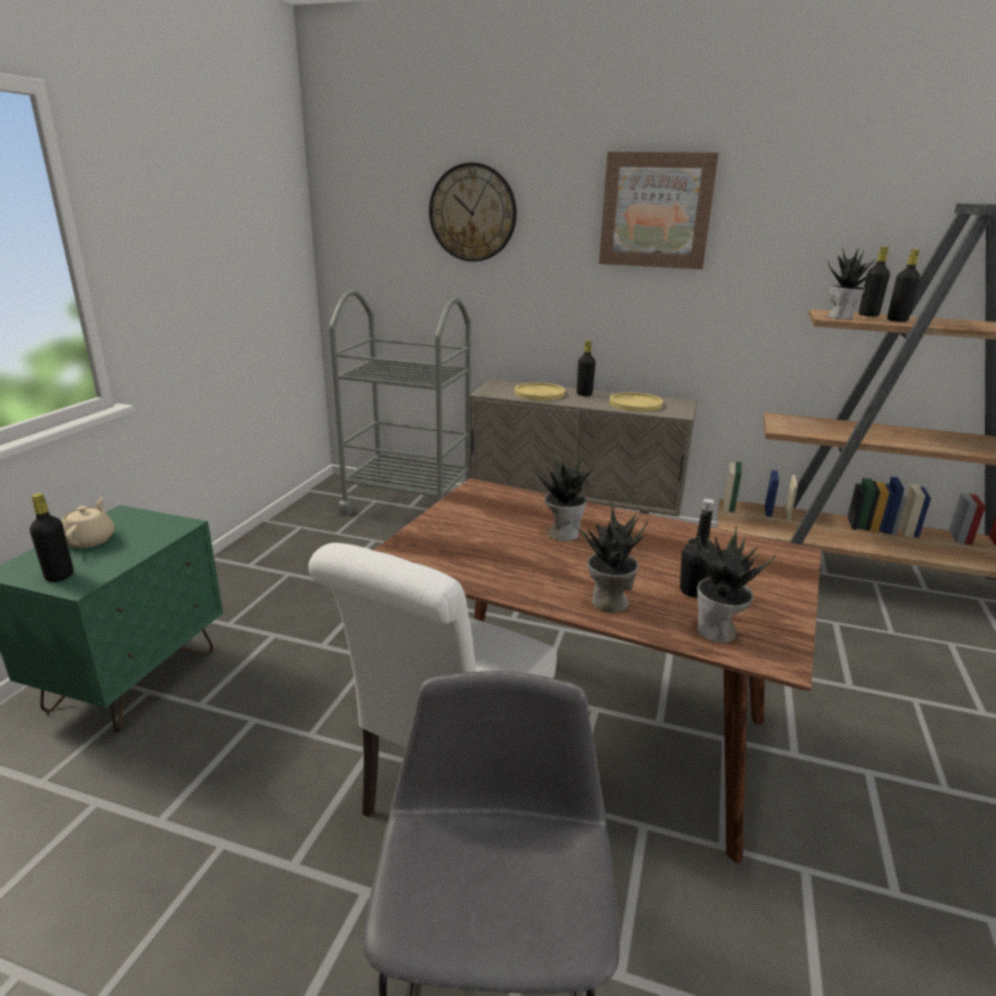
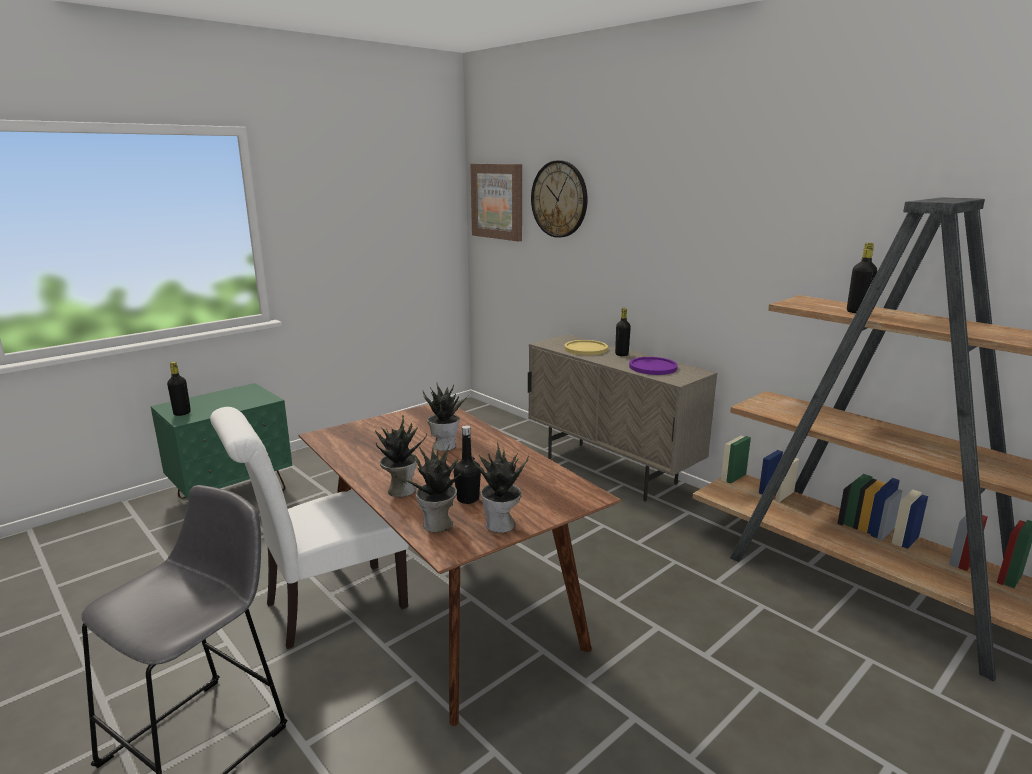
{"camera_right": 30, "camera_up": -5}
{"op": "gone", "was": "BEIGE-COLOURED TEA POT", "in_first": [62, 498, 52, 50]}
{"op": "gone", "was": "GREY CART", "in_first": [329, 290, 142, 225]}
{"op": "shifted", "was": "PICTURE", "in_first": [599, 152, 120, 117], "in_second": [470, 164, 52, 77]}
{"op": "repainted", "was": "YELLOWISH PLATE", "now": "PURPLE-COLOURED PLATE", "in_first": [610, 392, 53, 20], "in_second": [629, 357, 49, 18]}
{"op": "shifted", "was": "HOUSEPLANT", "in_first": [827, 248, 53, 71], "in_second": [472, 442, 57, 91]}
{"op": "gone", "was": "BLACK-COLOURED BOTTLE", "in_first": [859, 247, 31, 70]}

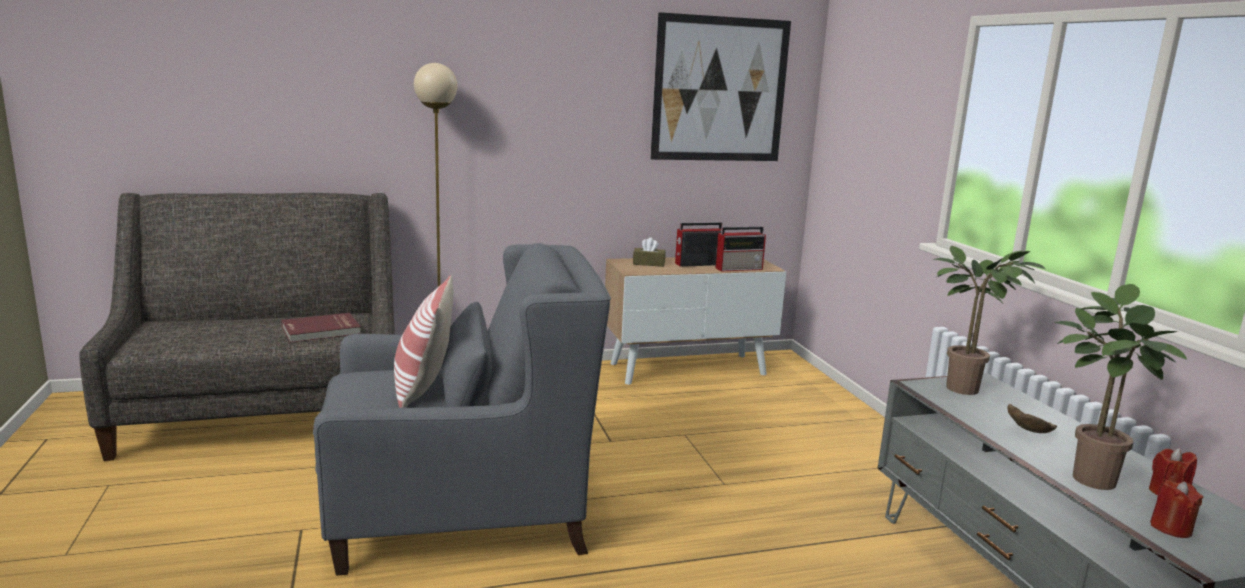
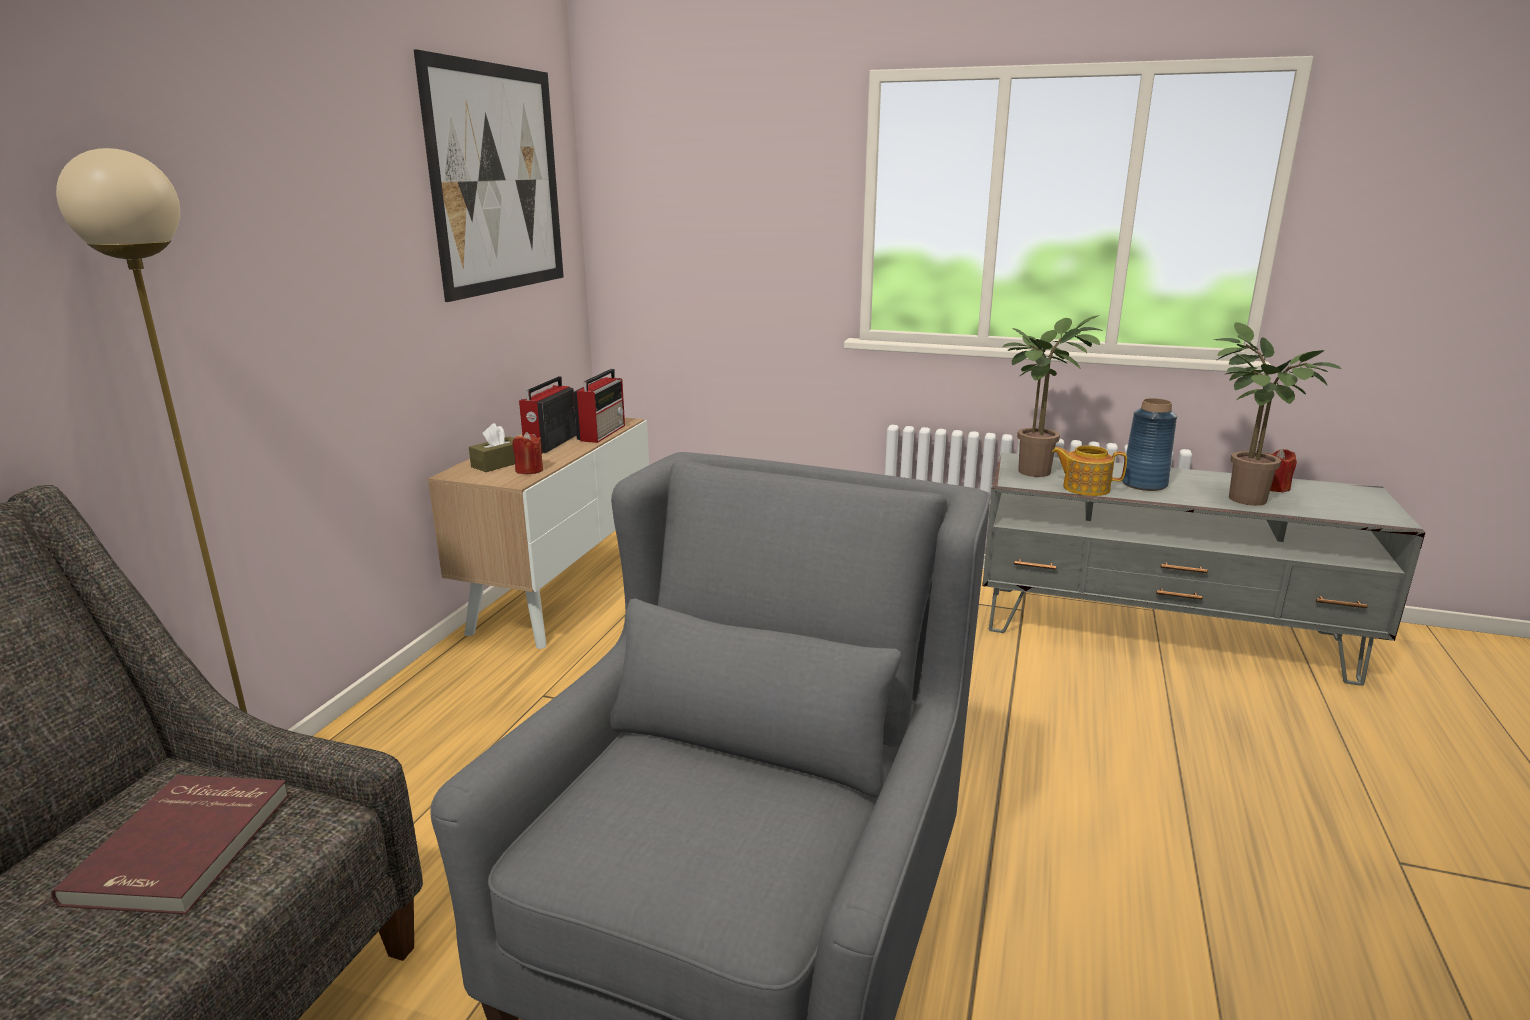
{"camera_right": -55, "camera_up": 5}
{"op": "gone", "was": "THROW PILLOW", "in_first": [394, 275, 59, 133]}
{"op": "swapped", "was": "BROWNISH DEEP DISH", "now": "BLUE-COLOURED FLOWER VASE", "in_first": [1007, 404, 50, 29], "in_second": [1122, 398, 55, 93]}
{"op": "shifted", "was": "RED CANDLE", "in_first": [1150, 480, 54, 58], "in_second": [512, 432, 31, 42]}
{"op": "new", "now": "TEA POT", "in_second": [1052, 445, 75, 51]}

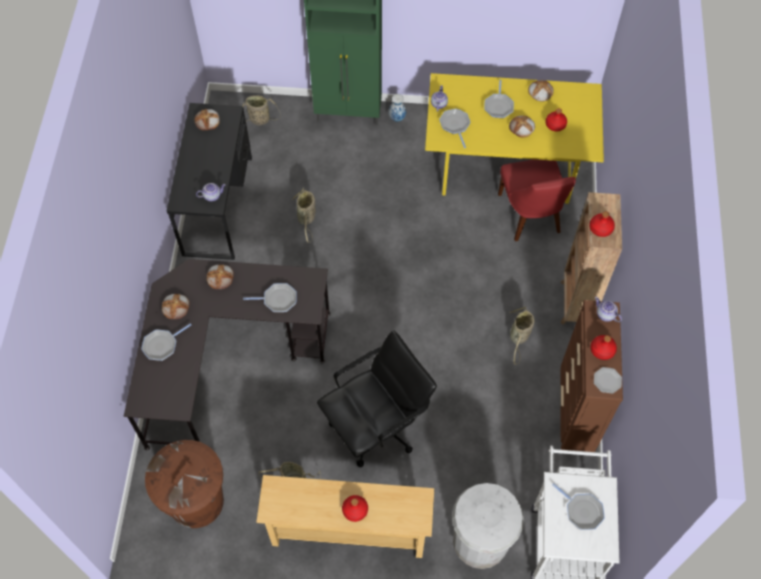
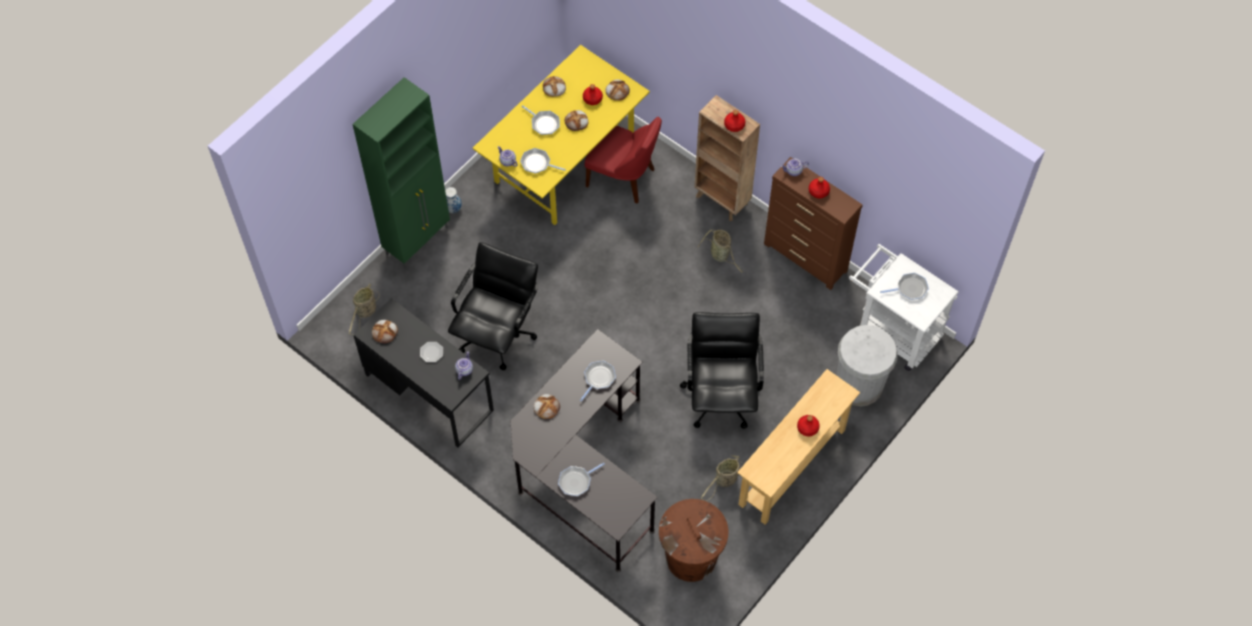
{"camera_right": -55, "camera_up": 0}
{"op": "rotated", "was": "FRYING PAN", "in_first": [141, 323, 50, 38], "in_second": [558, 463, 47, 33], "clockwise": 60}
{"op": "shifted", "was": "BAKED BREAD", "in_first": [162, 294, 28, 25], "in_second": [605, 79, 25, 22]}
{"op": "swapped", "was": "BASKET", "now": "BLACK-COLOURED DESK CHAIR", "in_first": [292, 188, 23, 55], "in_second": [448, 242, 90, 128]}
{"op": "shifted", "was": "PLATE", "in_first": [594, 367, 28, 27], "in_second": [420, 342, 23, 20]}

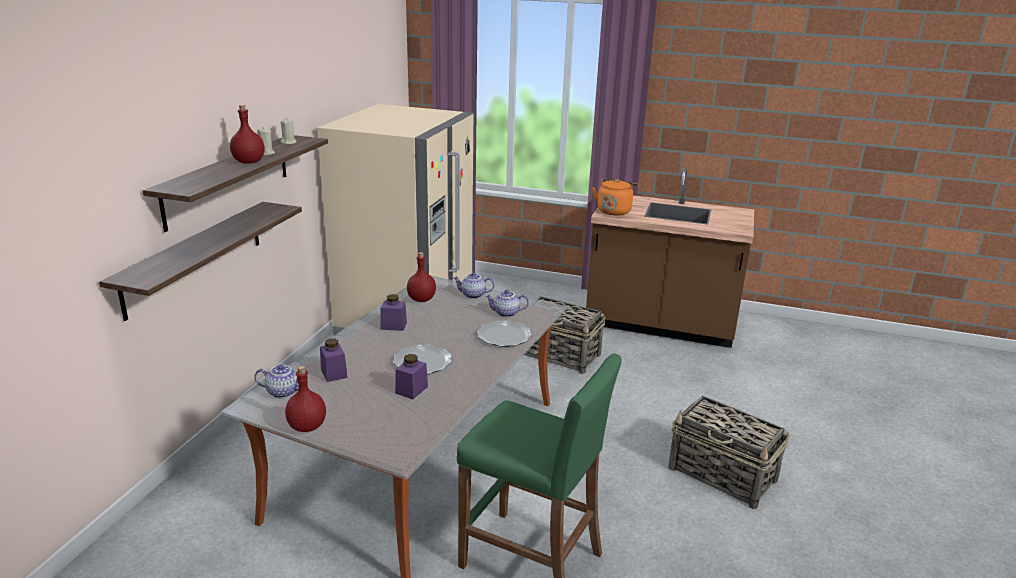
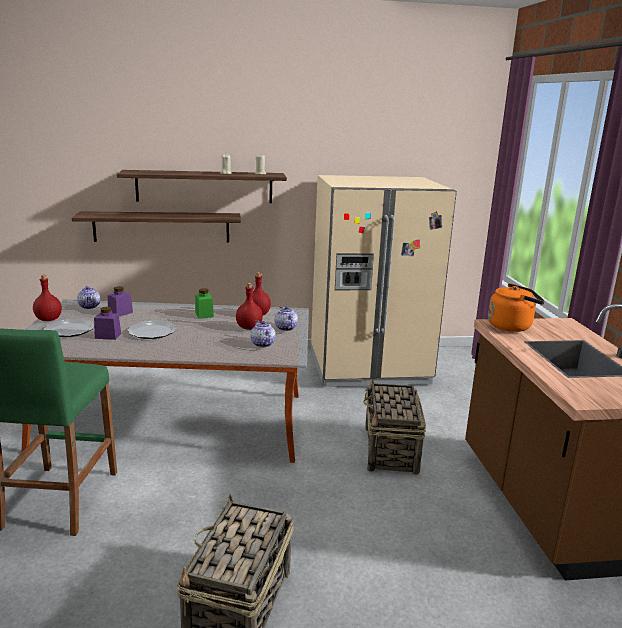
{"camera_right": 65, "camera_up": -5}
{"op": "shifted", "was": "RED BOTTLE", "in_first": [230, 105, 35, 59], "in_second": [236, 283, 27, 47]}
{"op": "repainted", "was": "PURPLE-COLOURED STORAGE JAR", "now": "GREEN STORAGE JAR", "in_first": [381, 294, 26, 37], "in_second": [195, 288, 19, 31]}
{"op": "shifted", "was": "PLATE", "in_first": [477, 320, 55, 27], "in_second": [44, 319, 50, 18]}

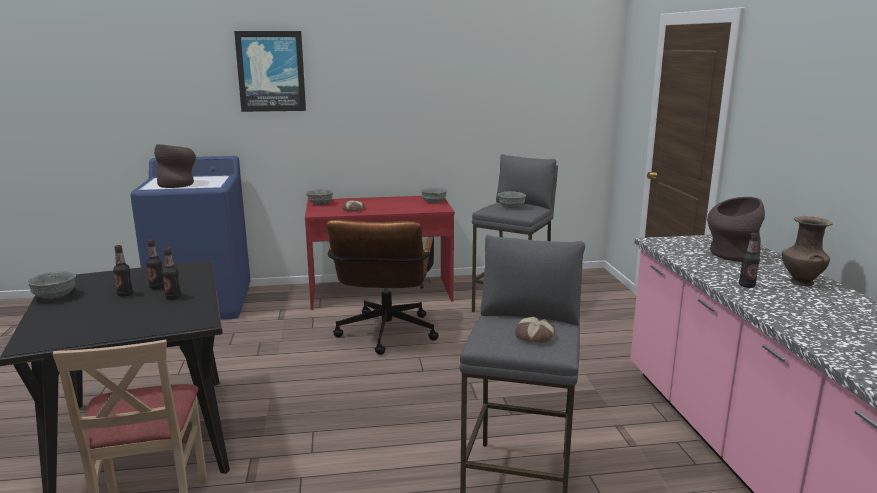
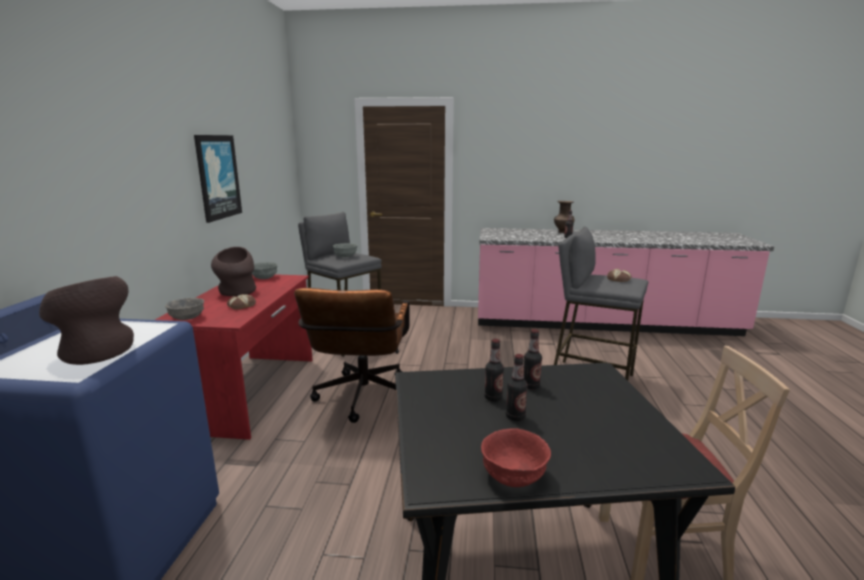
{"camera_right": -75, "camera_up": 0}
{"op": "repainted", "was": "GREY DEEP DISH", "now": "RED DEEP DISH", "in_first": [27, 271, 49, 28], "in_second": [481, 428, 70, 59]}
{"op": "shifted", "was": "PICTURE", "in_first": [234, 31, 72, 81], "in_second": [194, 135, 48, 88]}
{"op": "rotated", "was": "BROWNISH DESK CHAIR", "in_first": [327, 219, 112, 136], "in_second": [294, 288, 115, 135], "clockwise": 75}
{"op": "shifted", "was": "BROWNISH FLOWER VASE", "in_first": [707, 197, 58, 65], "in_second": [211, 247, 45, 49]}

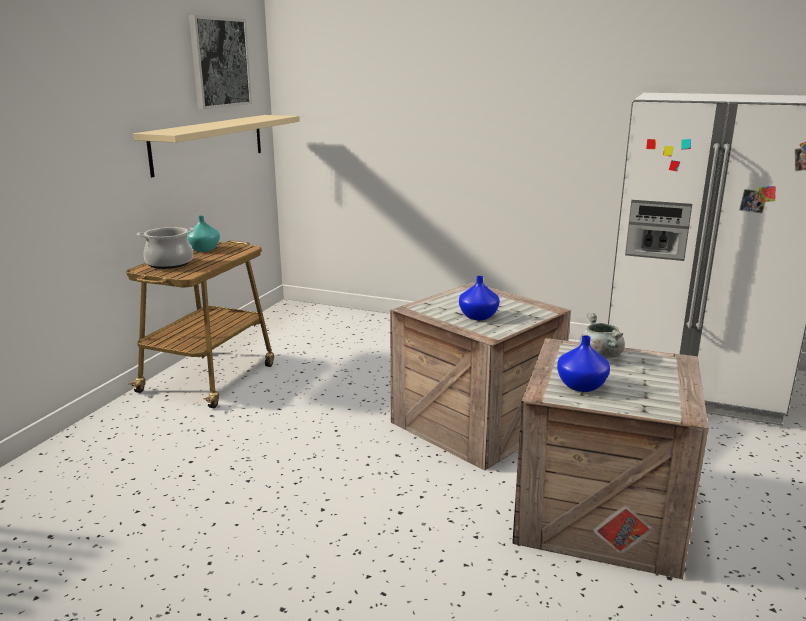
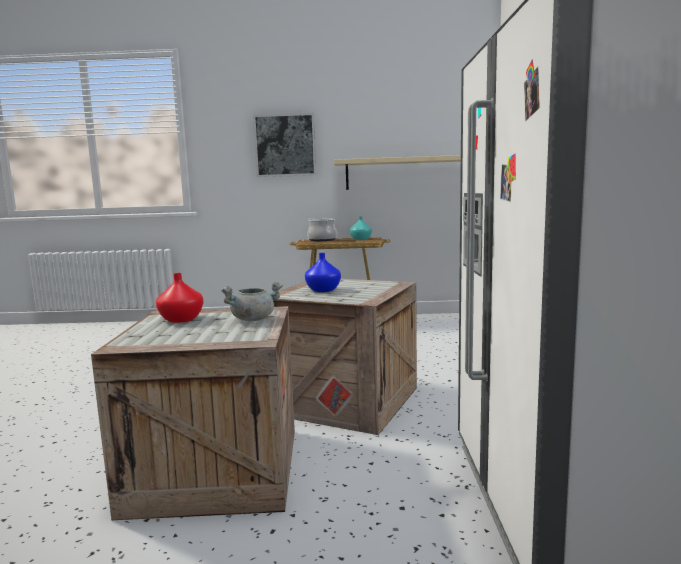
{"camera_right": 70, "camera_up": -10}
{"op": "shifted", "was": "PICTURE", "in_first": [189, 15, 63, 95], "in_second": [253, 113, 64, 64]}
{"op": "repainted", "was": "BLUE-COLOURED FLOWER VASE", "now": "RED FLOWER VASE", "in_first": [557, 335, 53, 57], "in_second": [156, 273, 47, 50]}

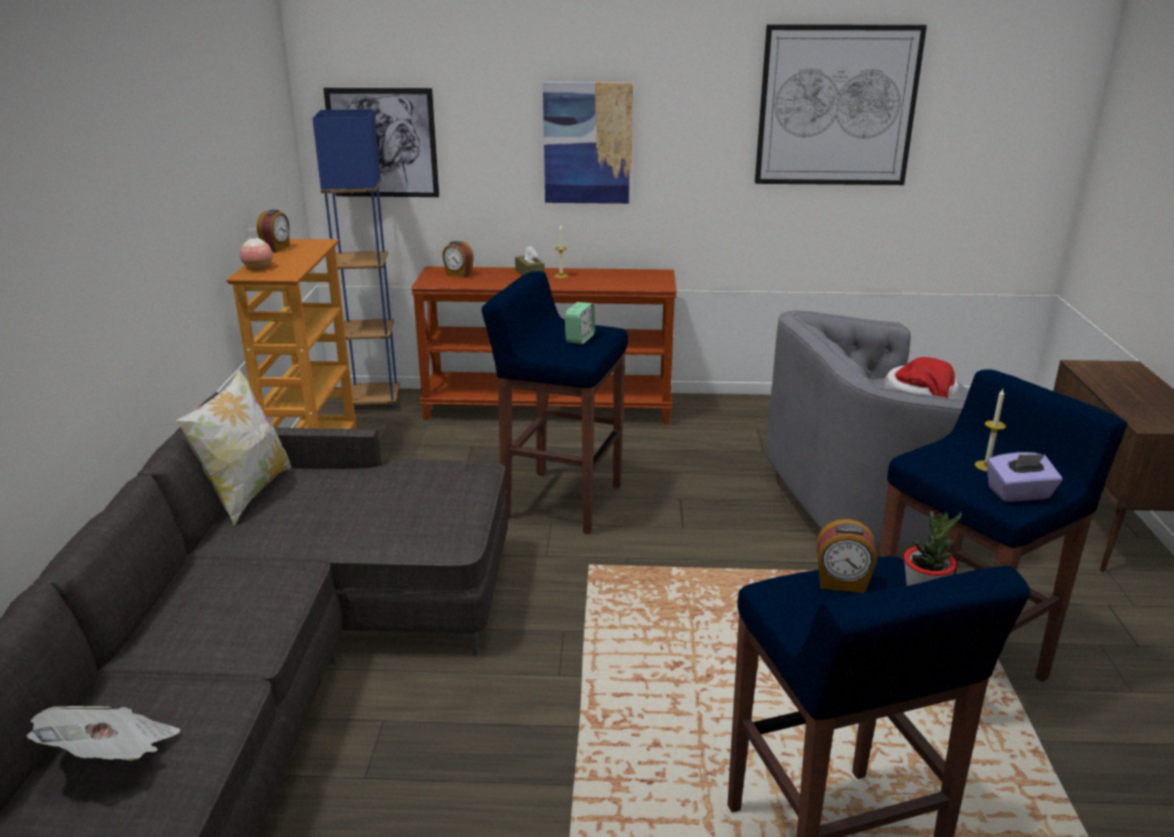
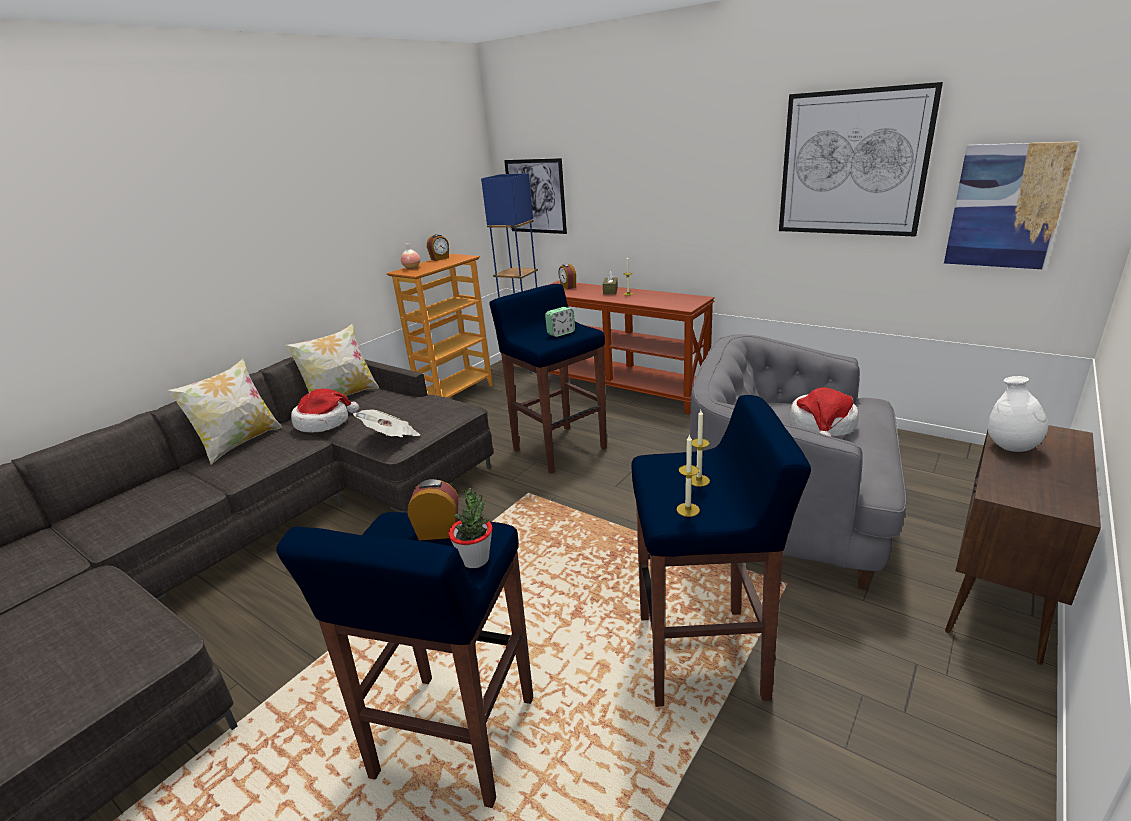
{"camera_right": 35, "camera_up": 0}
{"op": "shifted", "was": "NEWSPAPER", "in_first": [26, 706, 154, 55], "in_second": [353, 410, 67, 27]}
{"op": "shifted", "was": "PICTURE", "in_first": [543, 82, 90, 122], "in_second": [944, 141, 135, 129]}
{"op": "rotated", "was": "ALARM CLOCK", "in_first": [817, 519, 60, 74], "in_second": [408, 479, 51, 62], "clockwise": 135}
{"op": "swapped", "was": "PURPLE-COLOURED TISSUE HOLDER", "now": "CANDLE", "in_first": [987, 452, 75, 50], "in_second": [677, 434, 23, 83]}
{"op": "new", "now": "THROW PILLOW", "in_second": [167, 358, 115, 107]}
{"op": "new", "now": "HAT", "in_second": [291, 389, 68, 44]}
{"op": "new", "now": "WHITISH FLOWER VASE", "in_second": [988, 376, 60, 76]}

